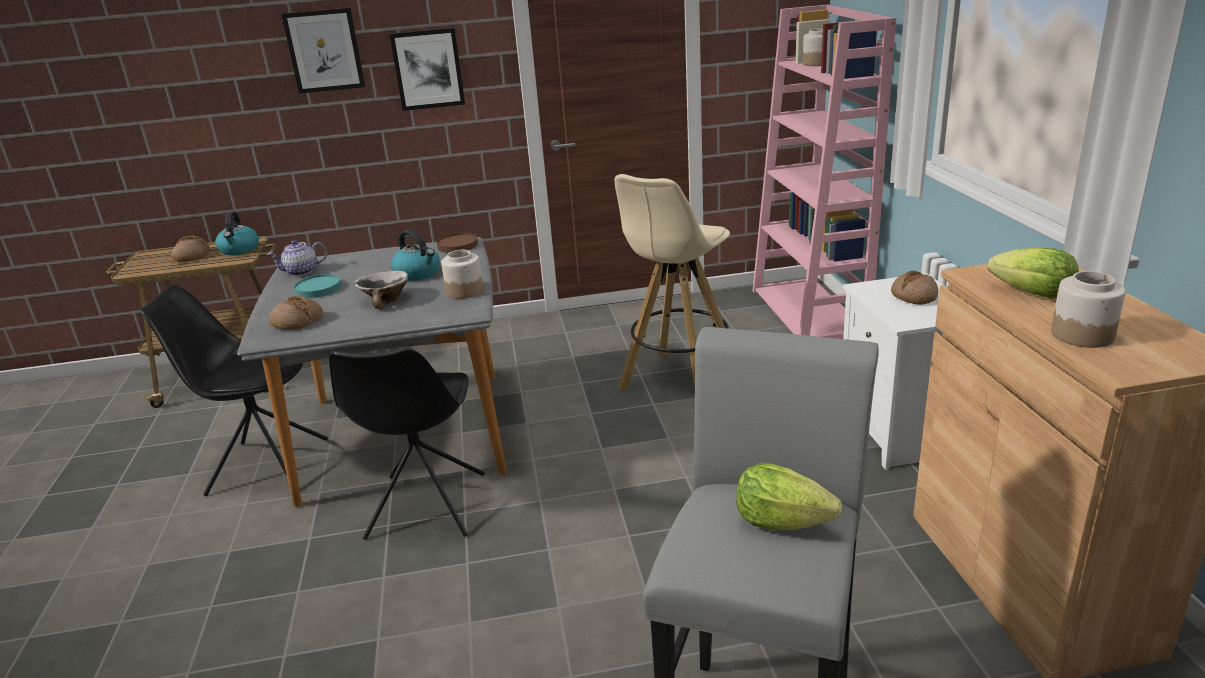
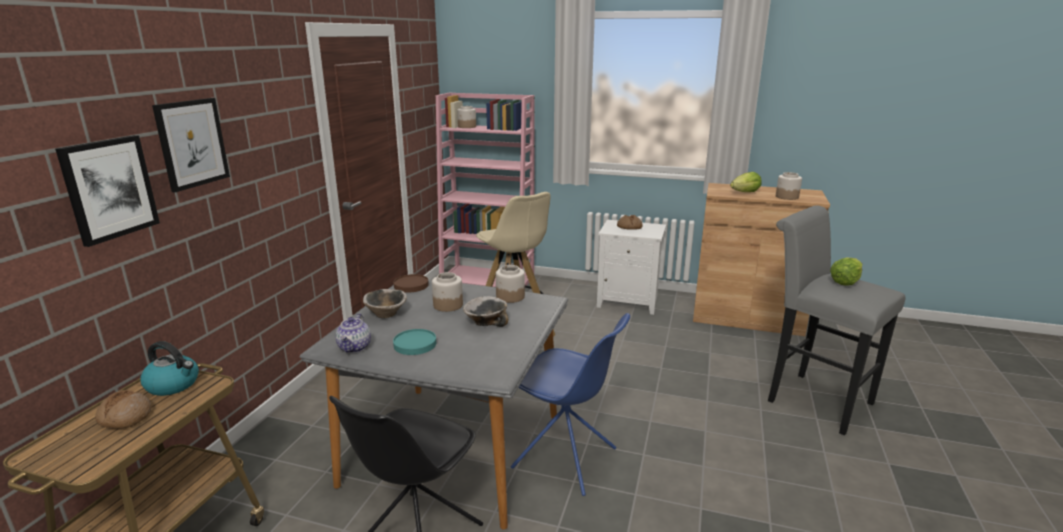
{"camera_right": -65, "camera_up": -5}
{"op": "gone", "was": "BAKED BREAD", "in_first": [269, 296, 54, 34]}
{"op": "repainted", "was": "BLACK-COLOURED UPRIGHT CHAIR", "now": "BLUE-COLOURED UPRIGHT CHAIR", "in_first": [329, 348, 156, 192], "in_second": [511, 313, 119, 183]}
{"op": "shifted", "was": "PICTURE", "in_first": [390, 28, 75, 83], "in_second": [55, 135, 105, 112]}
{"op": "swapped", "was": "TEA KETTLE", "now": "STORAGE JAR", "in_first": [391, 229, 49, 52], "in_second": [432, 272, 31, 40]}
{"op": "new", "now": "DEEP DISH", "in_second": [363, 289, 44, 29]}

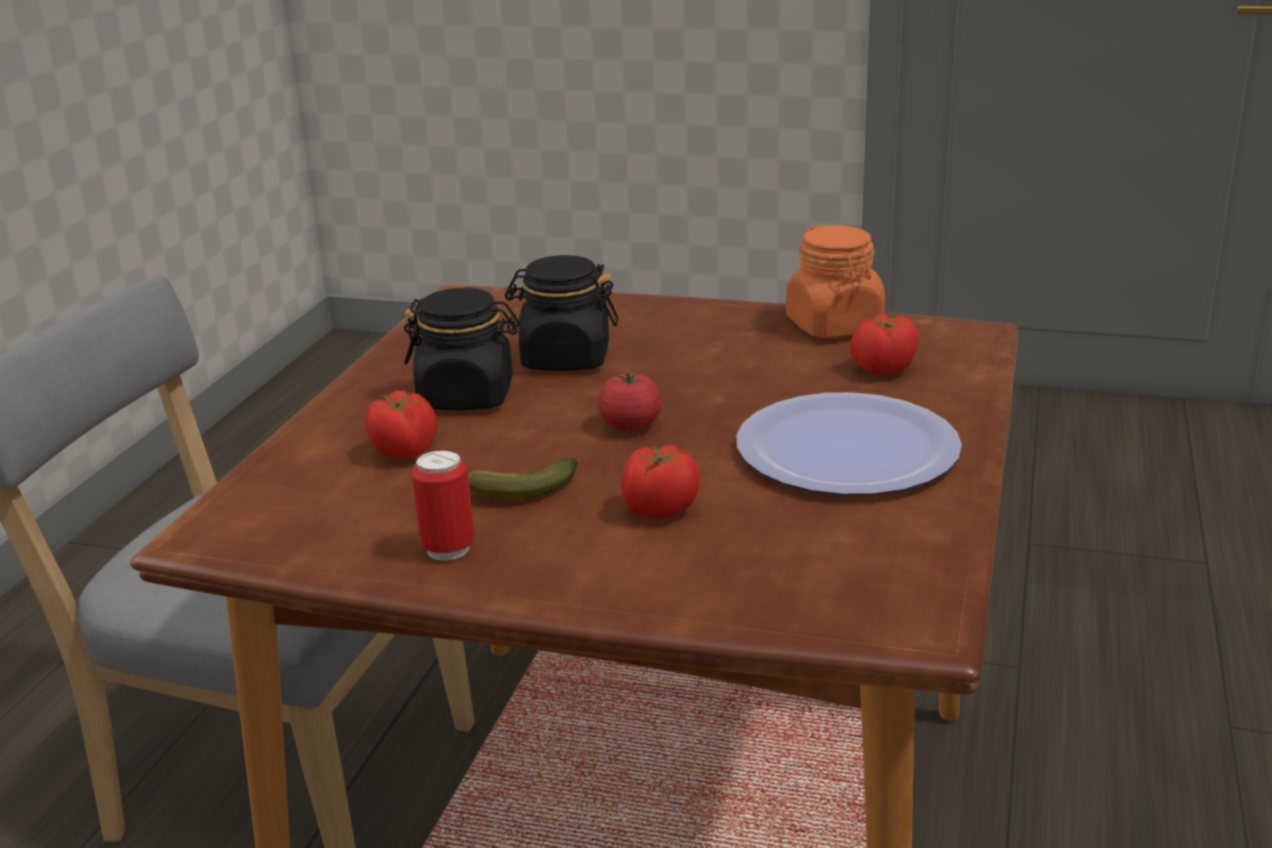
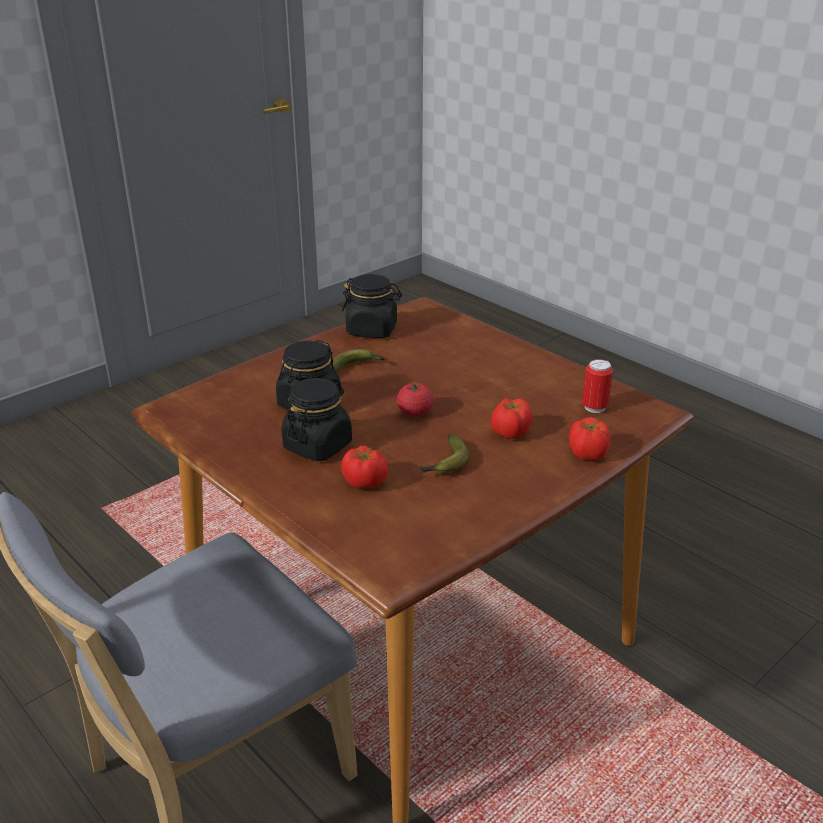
{"camera_right": -60, "camera_up": 5}
{"op": "shifted", "was": "CAN", "in_first": [411, 449, 63, 112], "in_second": [582, 359, 31, 54]}
{"op": "gone", "was": "PLATE", "in_first": [736, 392, 226, 103]}
{"op": "repainted", "was": "ORANGE-COLOURED STORAGE JAR", "now": "BLACK-COLOURED STORAGE JAR", "in_first": [786, 225, 99, 113], "in_second": [342, 274, 60, 64]}
{"op": "shifted", "was": "WHOLE TOMATO", "in_first": [851, 313, 68, 63], "in_second": [569, 417, 42, 43]}
{"op": "new", "now": "WHOLE BANANA", "in_second": [330, 349, 55, 24]}

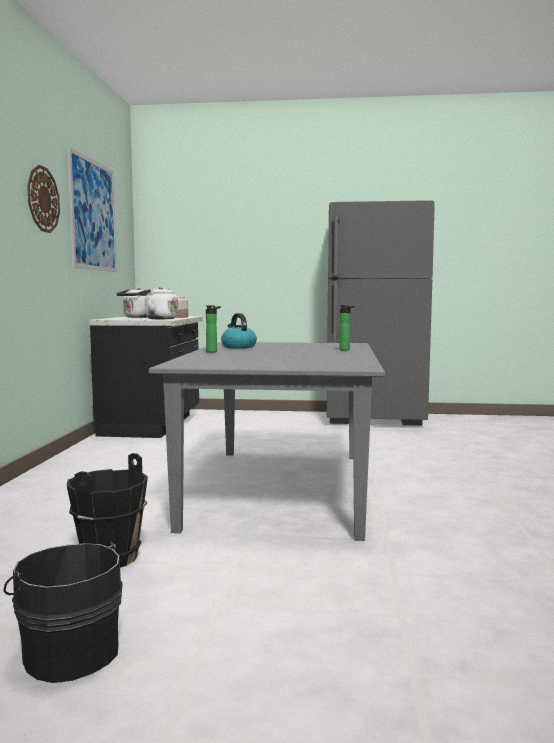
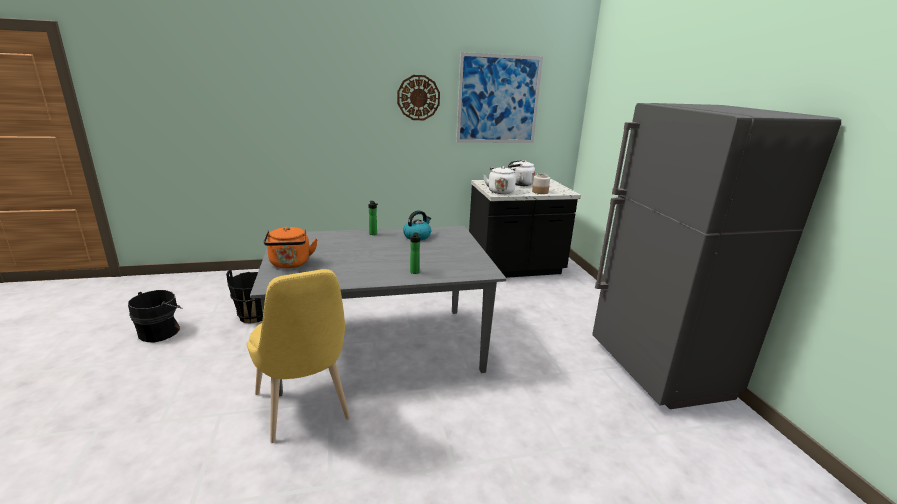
{"camera_right": 70, "camera_up": 15}
{"op": "new", "now": "YELLOWISH UPRIGHT CHAIR", "in_second": [247, 269, 103, 174]}
{"op": "new", "now": "ORANGE-COLOURED TEA KETTLE", "in_second": [264, 226, 54, 42]}

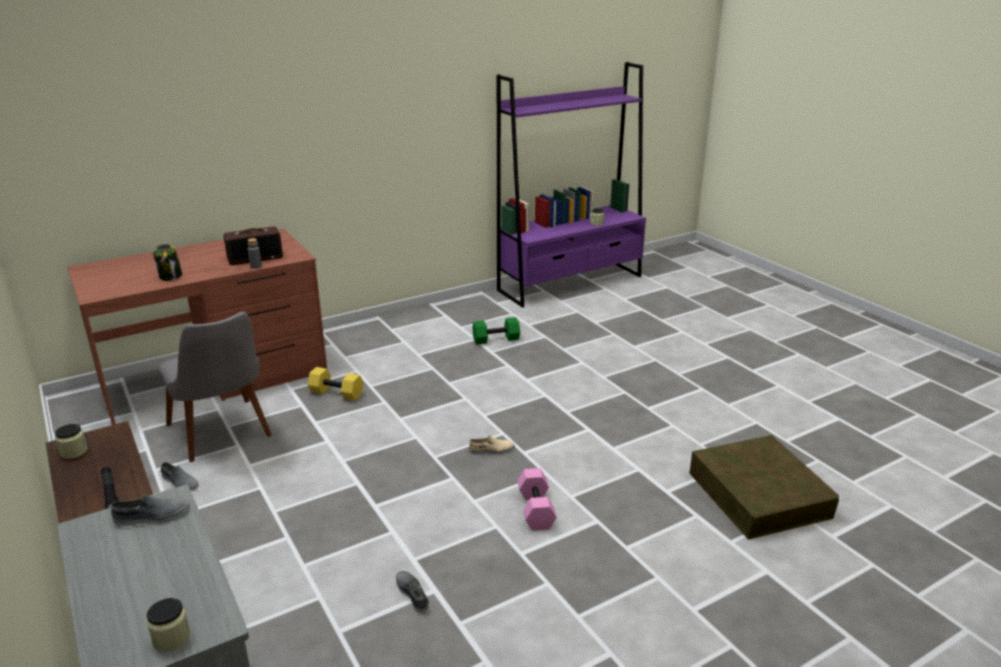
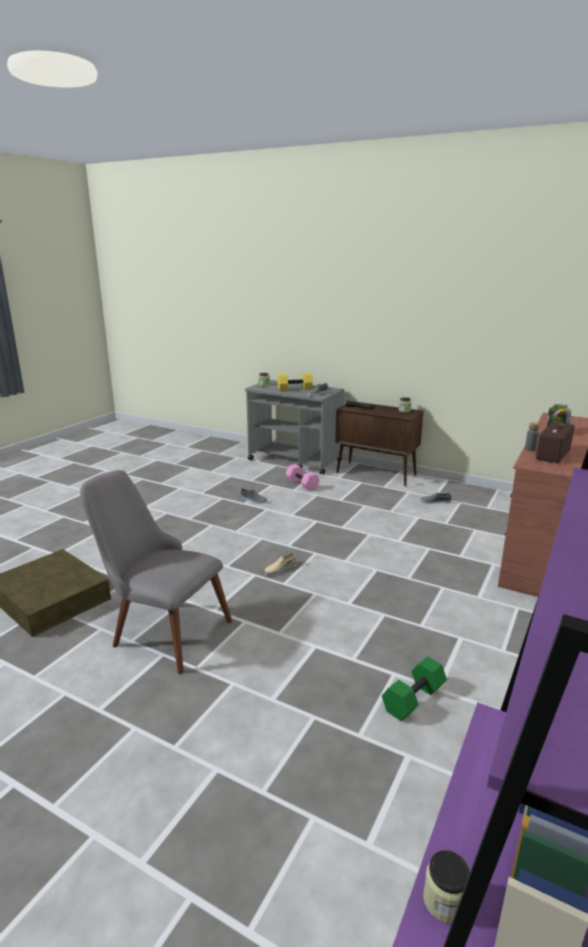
{"camera_right": 150, "camera_up": -5}
{"op": "shifted", "was": "GREY UPRIGHT CHAIR", "in_first": [159, 311, 113, 151], "in_second": [80, 470, 152, 204]}
{"op": "shifted", "was": "YELLOWISH HAND WEIGHT", "in_first": [308, 367, 56, 34], "in_second": [277, 373, 36, 18]}
{"op": "shifted", "was": "PINKISH HAND WEIGHT", "in_first": [517, 468, 40, 63], "in_second": [285, 464, 35, 27]}

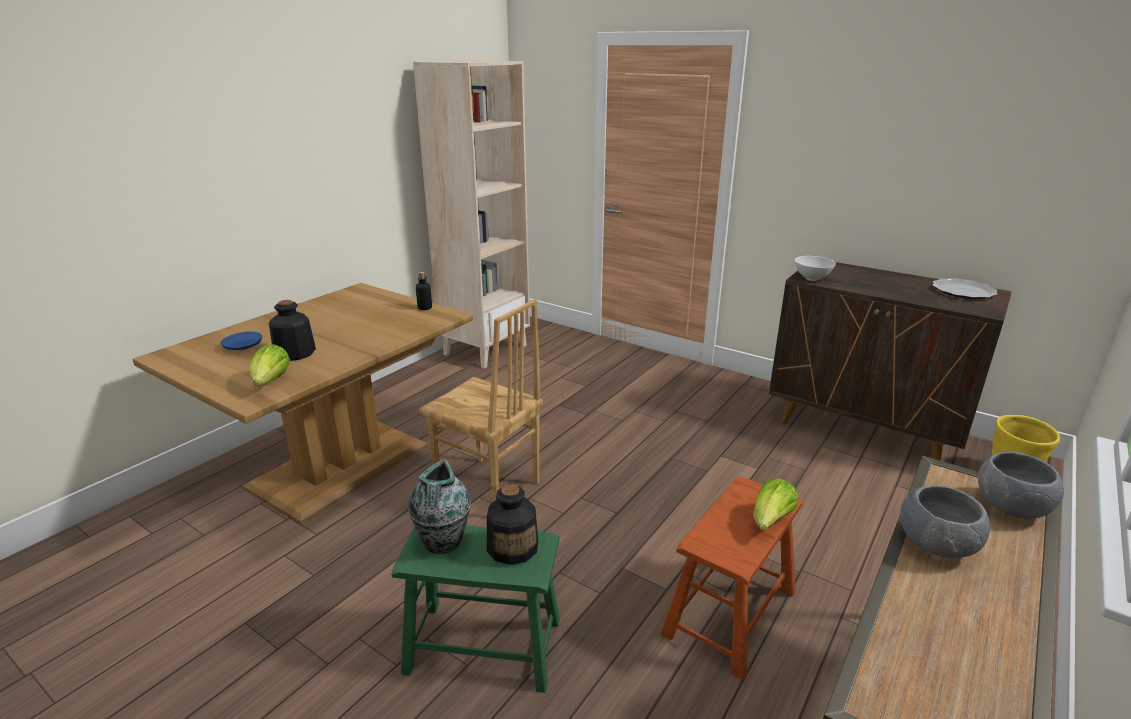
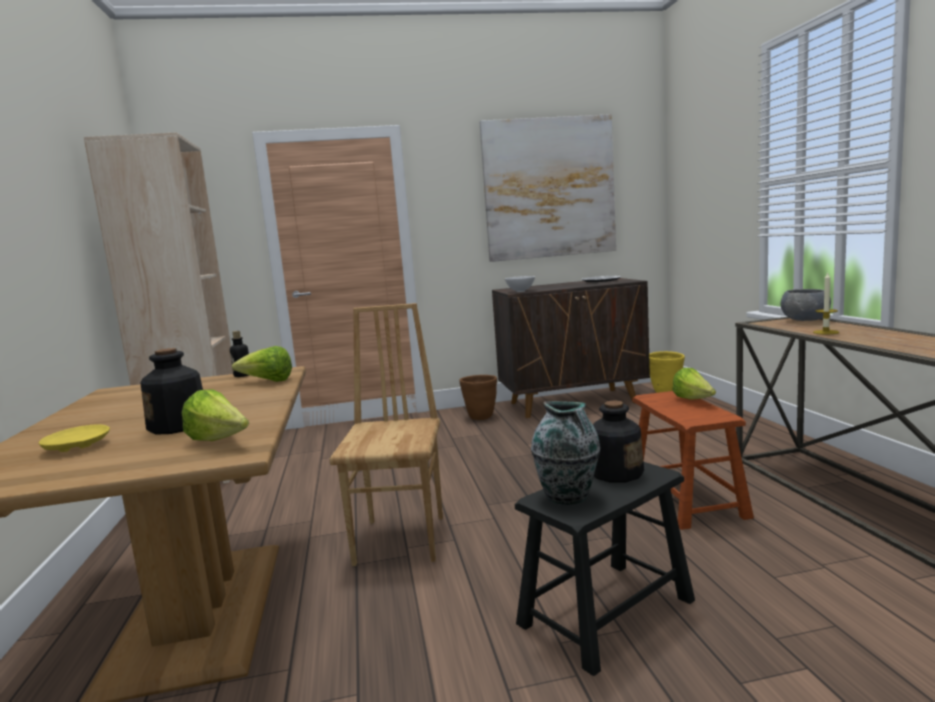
{"camera_right": -45, "camera_up": -15}
{"op": "repainted", "was": "BLUE-COLOURED PLATE", "now": "YELLOWISH PLATE", "in_first": [221, 331, 41, 19], "in_second": [39, 424, 71, 28]}
{"op": "repainted", "was": "GREEN STOOL", "now": "BLACK-COLOURED STOOL", "in_first": [392, 525, 168, 168], "in_second": [515, 462, 180, 214]}
{"op": "rotated", "was": "BROWNISH UPRIGHT CHAIR", "in_first": [419, 300, 124, 202], "in_second": [329, 303, 114, 263], "clockwise": -75}
{"op": "swapped", "was": "GREY DEEP DISH", "now": "CANDLE", "in_first": [900, 485, 90, 73], "in_second": [813, 273, 26, 61]}
{"op": "new", "now": "LETTUCE", "in_second": [232, 346, 60, 36]}
{"op": "new", "now": "BROWNISH FLOWER POT", "in_second": [460, 375, 37, 45]}
{"op": "new", "now": "PICTURE", "in_second": [480, 114, 136, 148]}

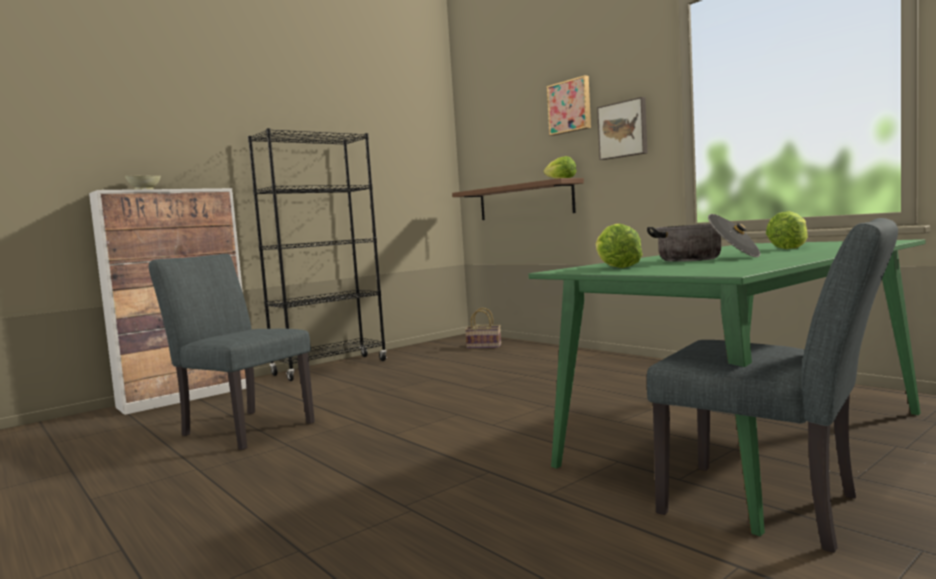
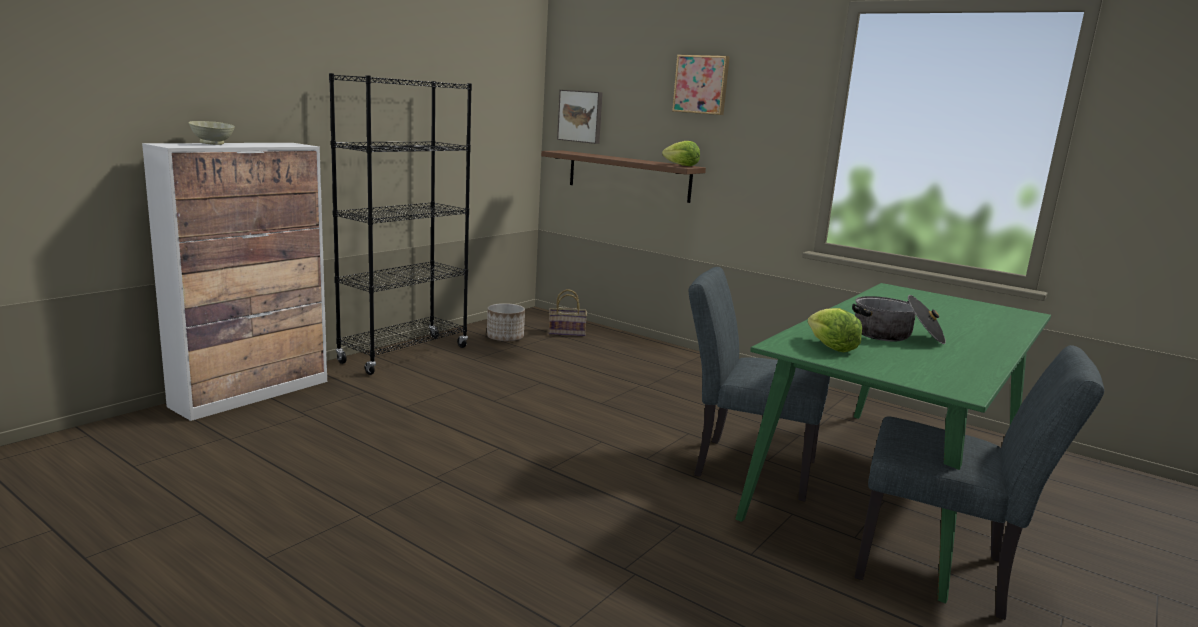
{"camera_right": -15, "camera_up": 10}
{"op": "shifted", "was": "GREY UPRIGHT CHAIR", "in_first": [149, 254, 166, 196], "in_second": [689, 267, 141, 235]}
{"op": "shifted", "was": "PICTURE", "in_first": [597, 97, 51, 63], "in_second": [557, 90, 46, 54]}
{"op": "gone", "was": "LETTUCE", "in_first": [766, 211, 42, 38]}
{"op": "new", "now": "FLOWER POT", "in_second": [487, 303, 38, 39]}

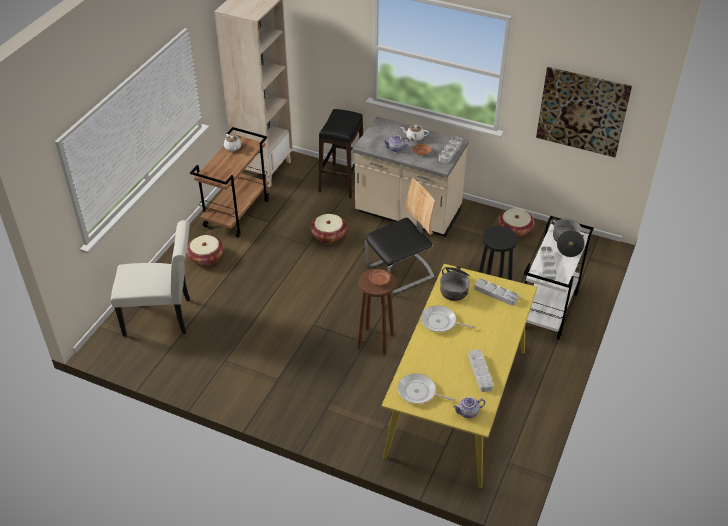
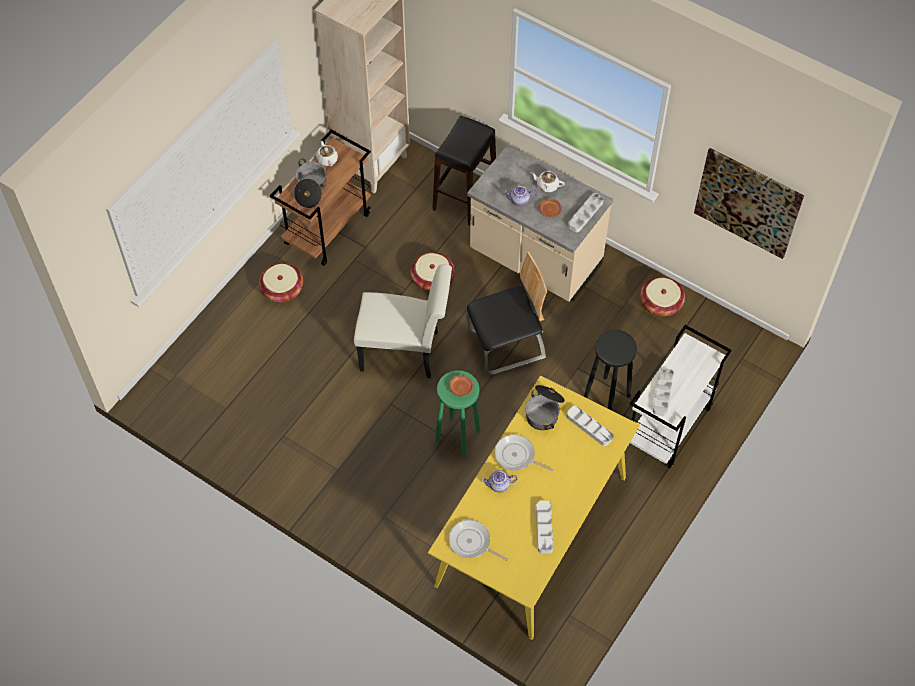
{"camera_right": 10, "camera_up": 15}
{"op": "shifted", "was": "WHITISH UPRIGHT CHAIR", "in_first": [111, 220, 79, 117], "in_second": [354, 264, 98, 114]}
{"op": "repainted", "was": "BROWNISH STOOL", "now": "GREEN STOOL", "in_first": [357, 269, 39, 86], "in_second": [435, 370, 45, 87]}
{"op": "shifted", "was": "TEA POT", "in_first": [453, 397, 32, 21], "in_second": [481, 470, 37, 23]}
{"op": "shifted", "was": "SAUCEPOT", "in_first": [551, 217, 34, 40], "in_second": [294, 159, 32, 49]}

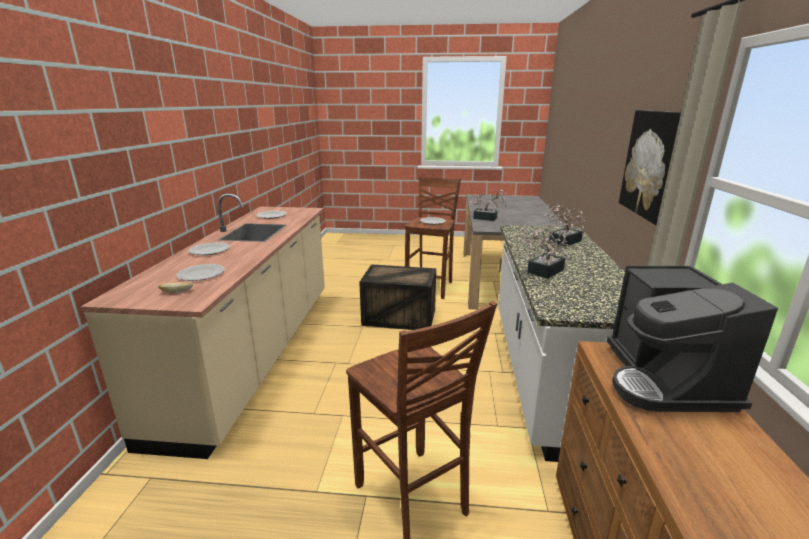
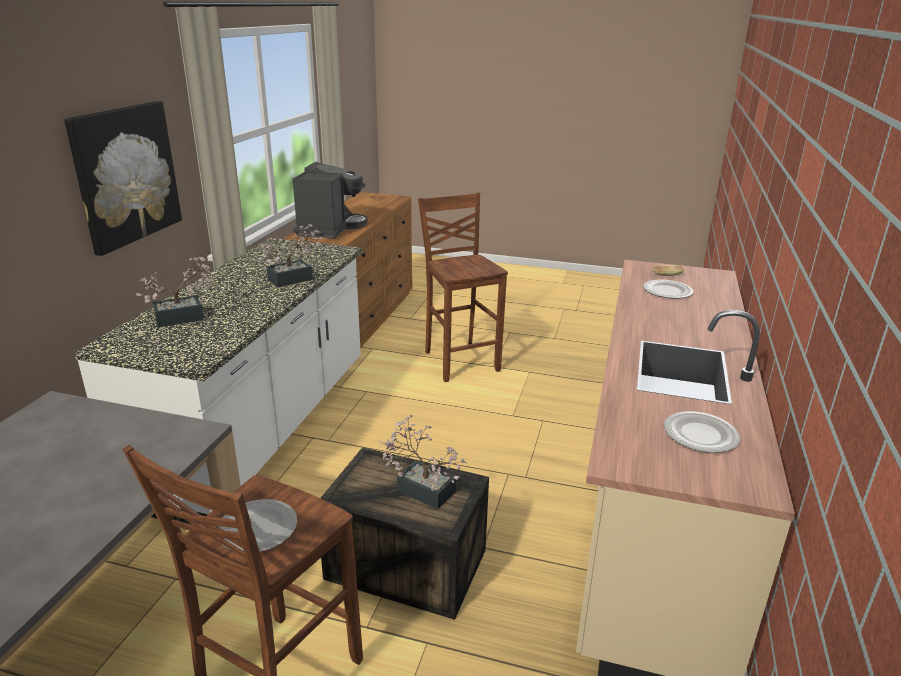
{"camera_right": -170, "camera_up": 5}
{"op": "gone", "was": "PLATE", "in_first": [188, 242, 42, 13]}
{"op": "shifted", "was": "HOUSEPLANT", "in_first": [470, 190, 36, 31], "in_second": [379, 415, 88, 94]}

